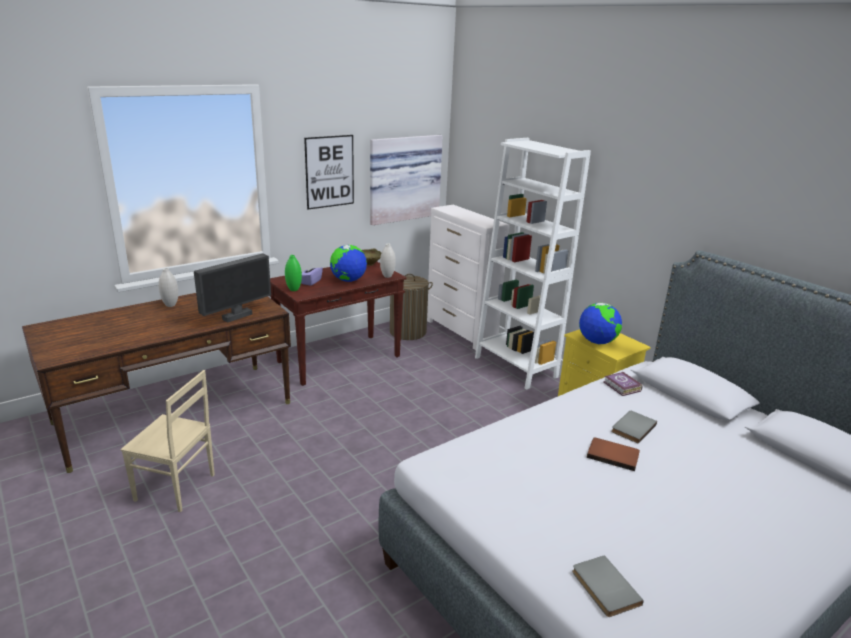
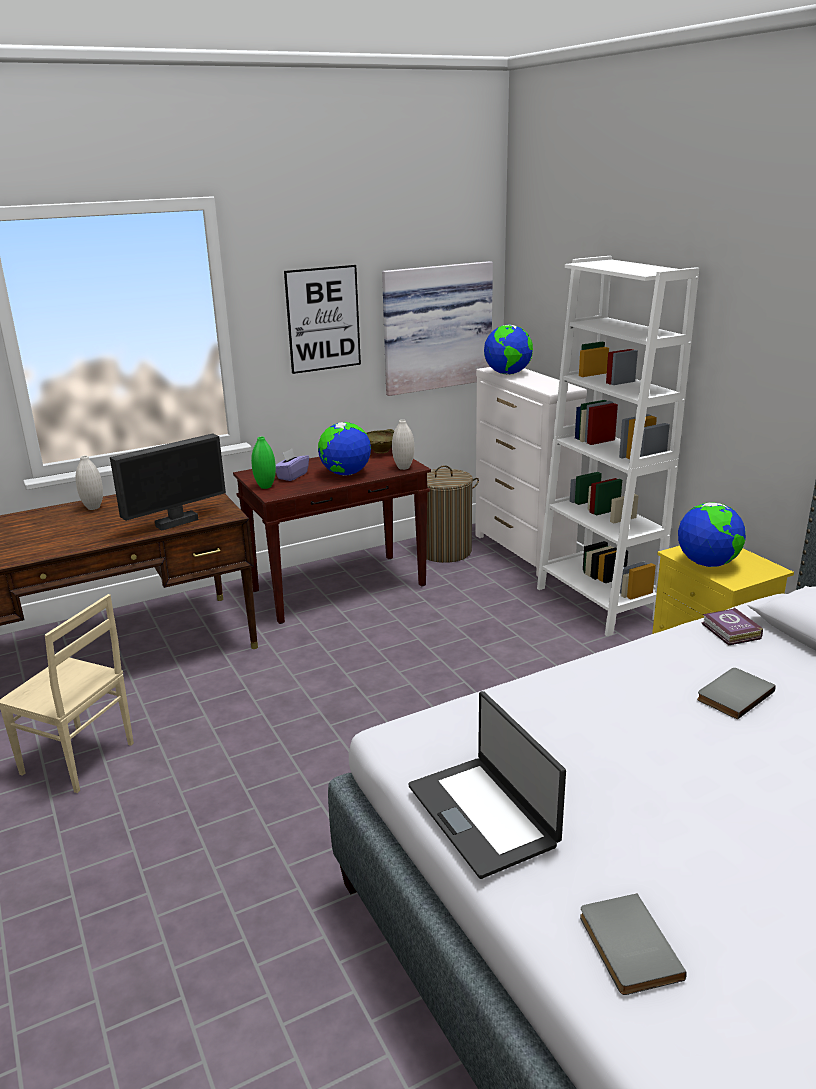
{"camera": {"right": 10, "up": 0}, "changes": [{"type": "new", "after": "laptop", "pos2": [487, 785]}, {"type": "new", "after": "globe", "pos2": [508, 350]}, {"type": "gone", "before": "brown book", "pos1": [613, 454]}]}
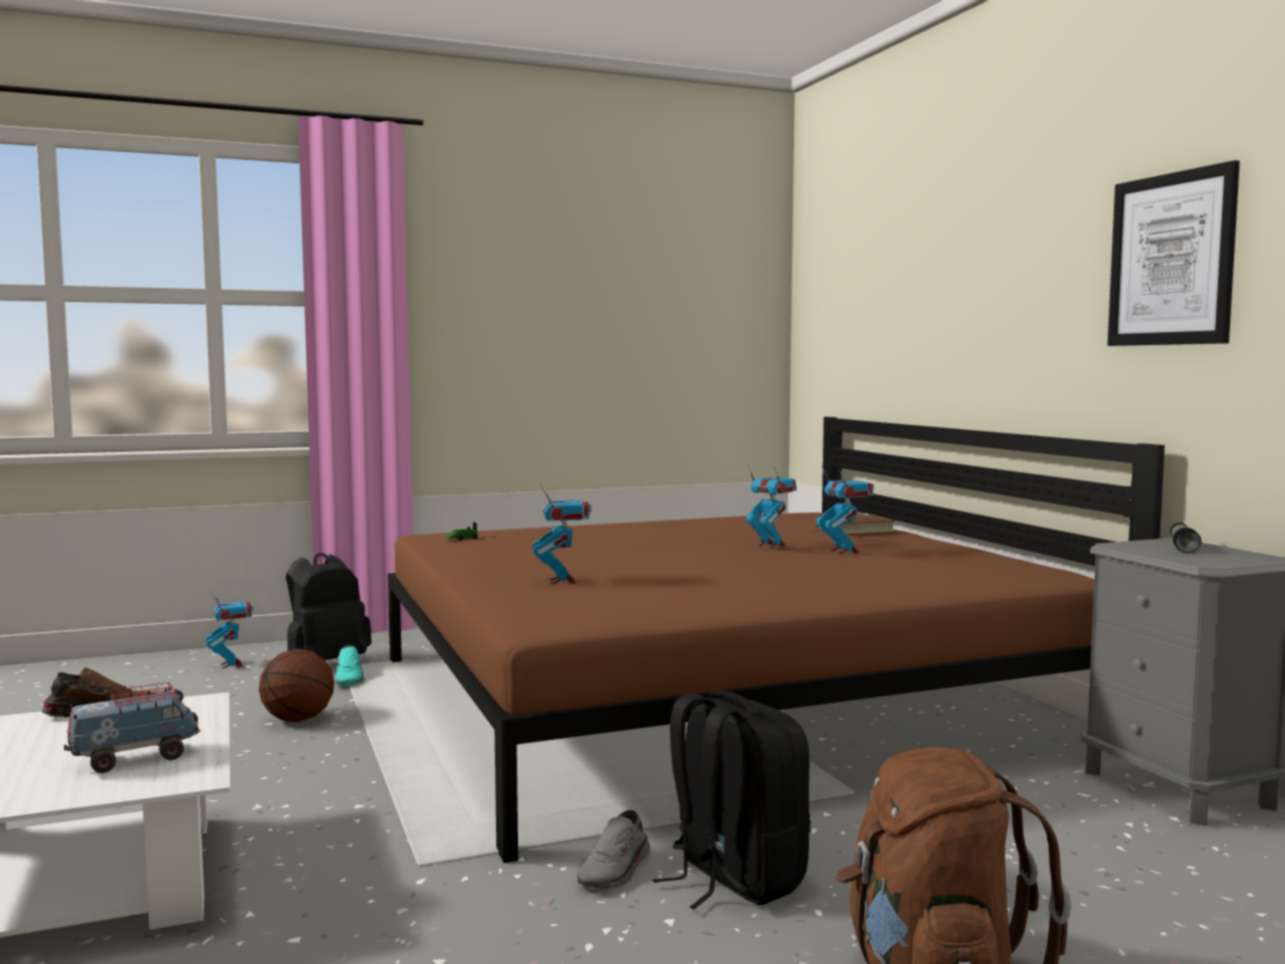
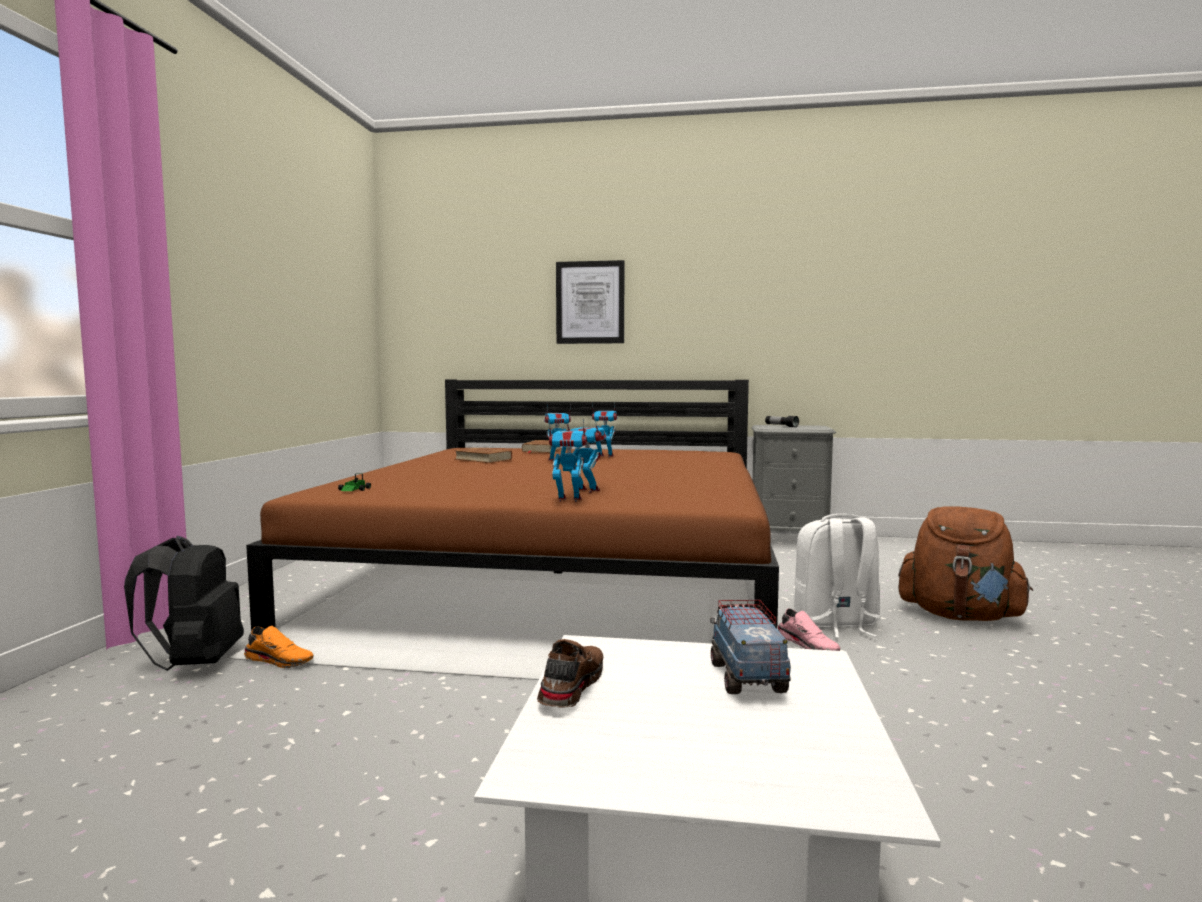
{"camera": {"right": -60, "up": 0}, "changes": [{"type": "repainted", "before": "turquoise shoe", "after": "orange shoe", "pos1": [350, 665], "pos2": [278, 647]}, {"type": "new", "after": "brown book", "pos2": [483, 455]}, {"type": "shifted", "before": "toy robot", "pos1": [230, 629], "pos2": [568, 460]}, {"type": "shifted", "before": "picture", "pos1": [1174, 253], "pos2": [590, 302]}, {"type": "repainted", "before": "grey shoe", "after": "pink shoe", "pos1": [613, 849], "pos2": [809, 630]}, {"type": "repainted", "before": "black backpack", "after": "white backpack", "pos1": [731, 800], "pos2": [837, 576]}, {"type": "gone", "before": "basketball", "pos1": [296, 685]}]}
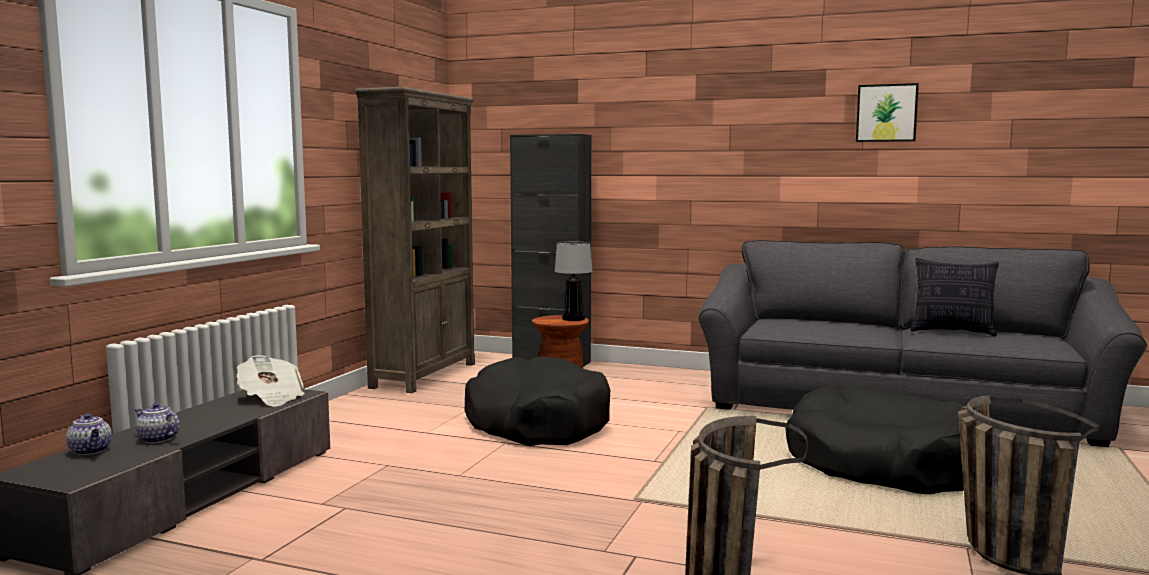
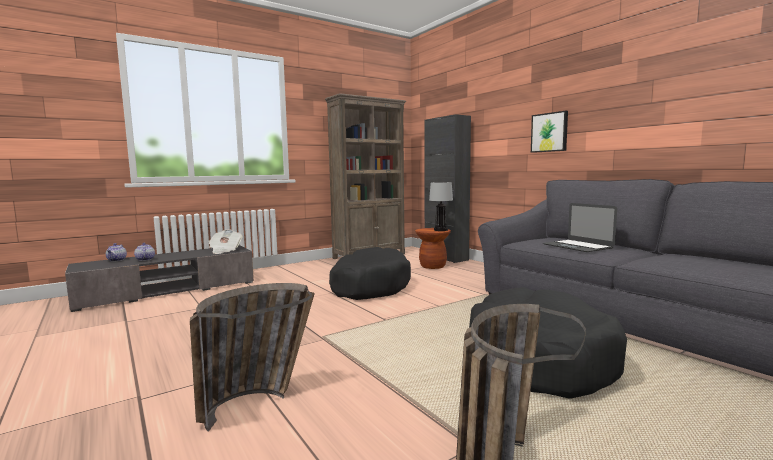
{"camera": {"right": 35, "up": 0}, "changes": [{"type": "shifted", "before": "picture", "pos1": [887, 112], "pos2": [549, 132]}, {"type": "new", "after": "laptop", "pos2": [580, 227]}, {"type": "gone", "before": "pillow", "pos1": [955, 297]}]}
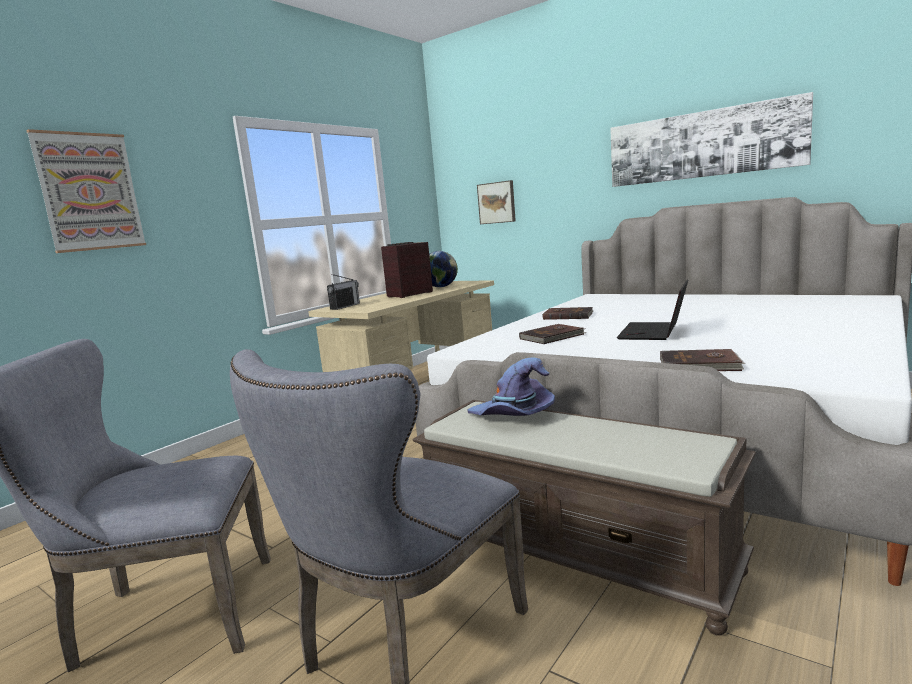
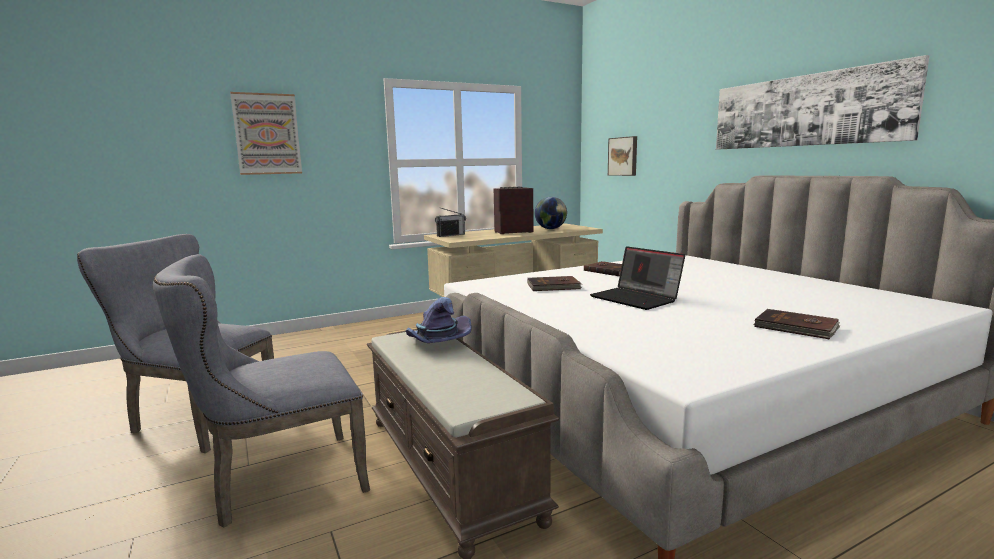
{"camera": {"right": 25, "up": 0}, "changes": [{"type": "rotated", "before": "laptop", "pos1": [652, 310], "pos2": [637, 278], "turn": -90}, {"type": "shifted", "before": "brown book", "pos1": [702, 360], "pos2": [796, 324]}]}
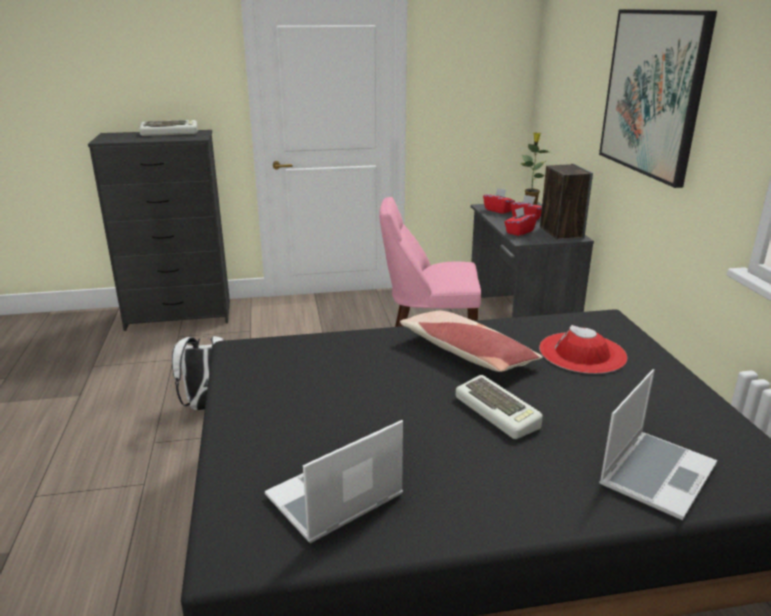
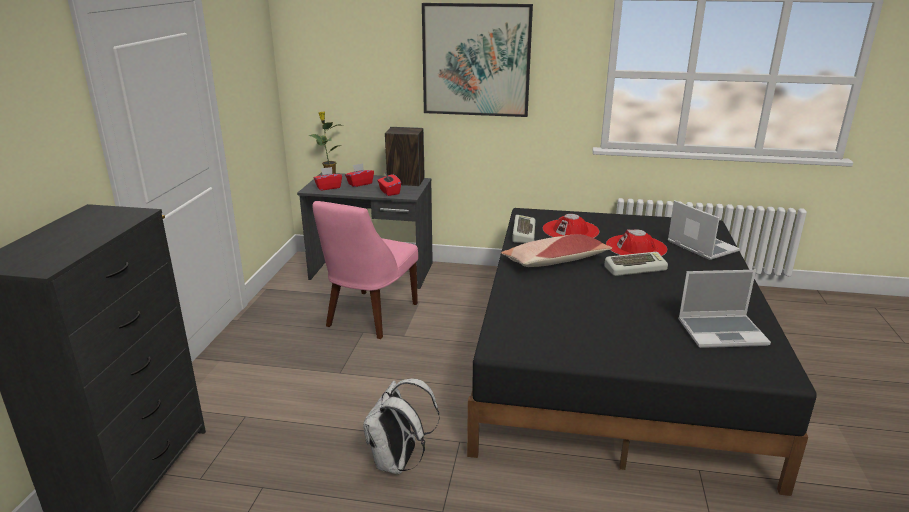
{"camera": {"right": -70, "up": 0}, "changes": [{"type": "shifted", "before": "keyboard", "pos1": [168, 128], "pos2": [523, 229]}, {"type": "new", "after": "red hat", "pos2": [636, 242]}, {"type": "rotated", "before": "laptop", "pos1": [334, 481], "pos2": [724, 309], "turn": -75}]}
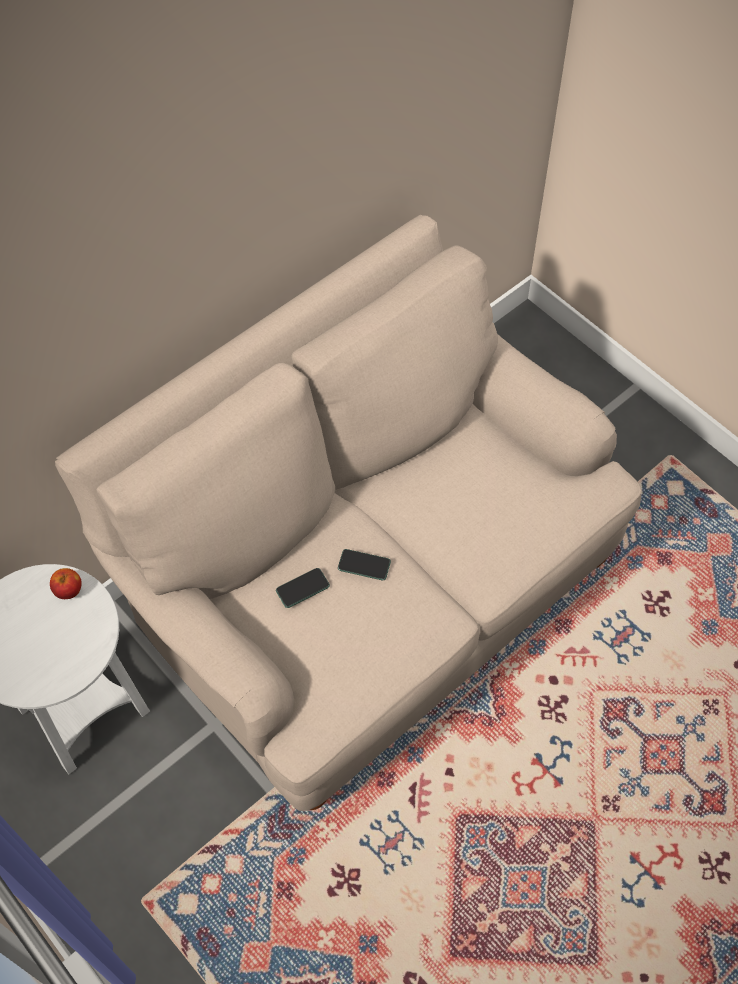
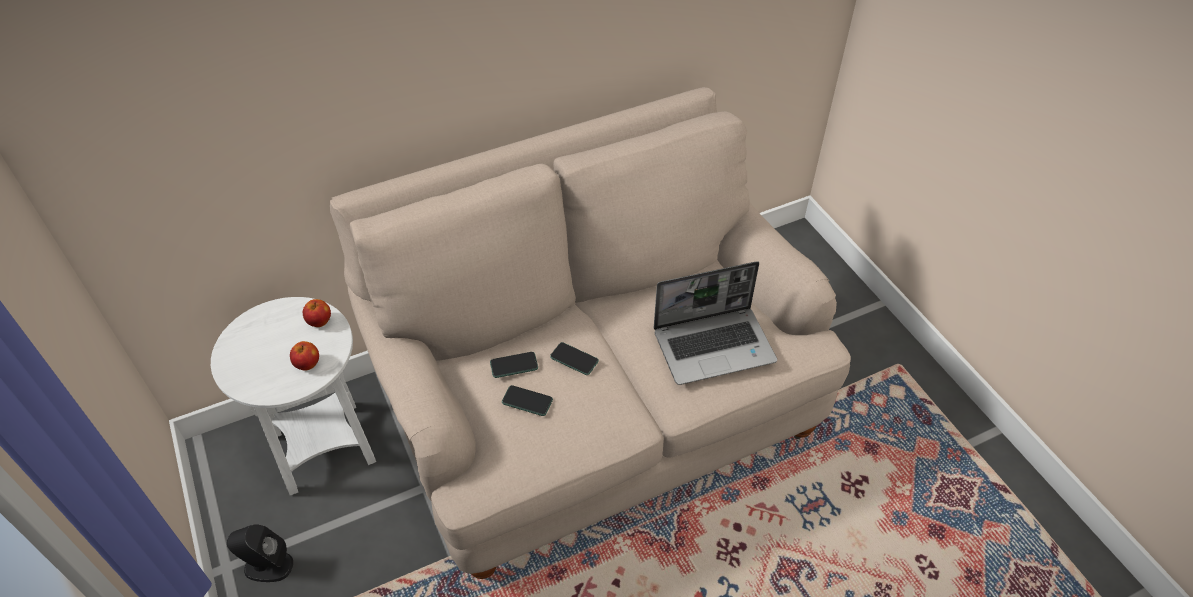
{"camera": {"right": 15, "up": -10}, "changes": [{"type": "new", "after": "black speaker", "pos2": [260, 553]}, {"type": "new", "after": "apple", "pos2": [304, 356]}, {"type": "new", "after": "phone", "pos2": [527, 400]}, {"type": "new", "after": "laptop", "pos2": [715, 323]}]}
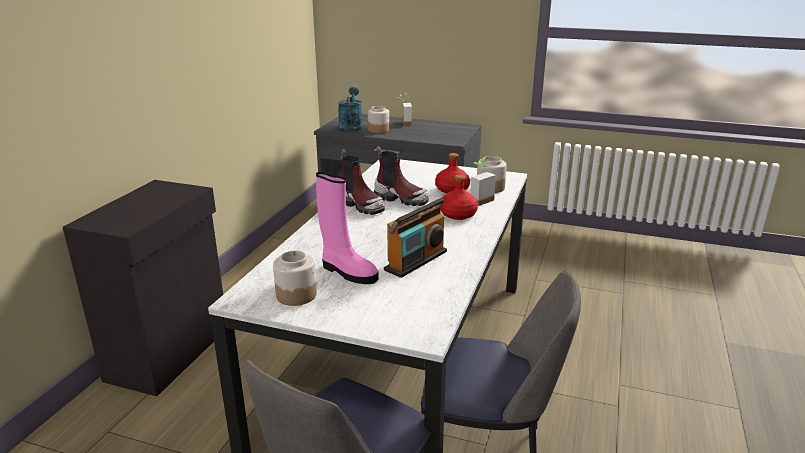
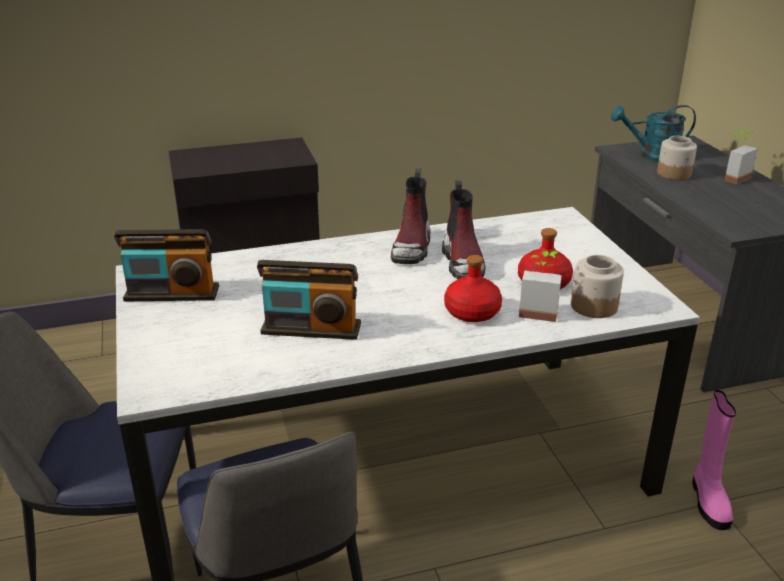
{"camera": {"right": 55, "up": 5}, "changes": [{"type": "swapped", "before": "jar", "after": "radio", "pos1": [295, 278], "pos2": [166, 265]}, {"type": "rotated", "before": "turquoise watering can", "pos1": [350, 109], "pos2": [653, 133], "turn": -150}, {"type": "shifted", "before": "pink boot", "pos1": [347, 228], "pos2": [714, 460]}]}
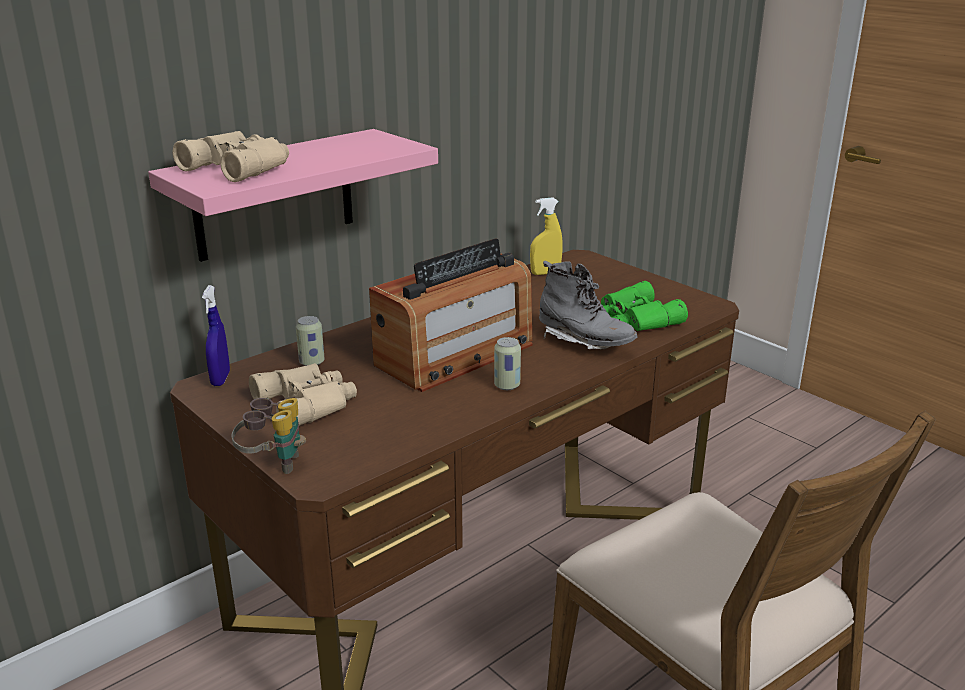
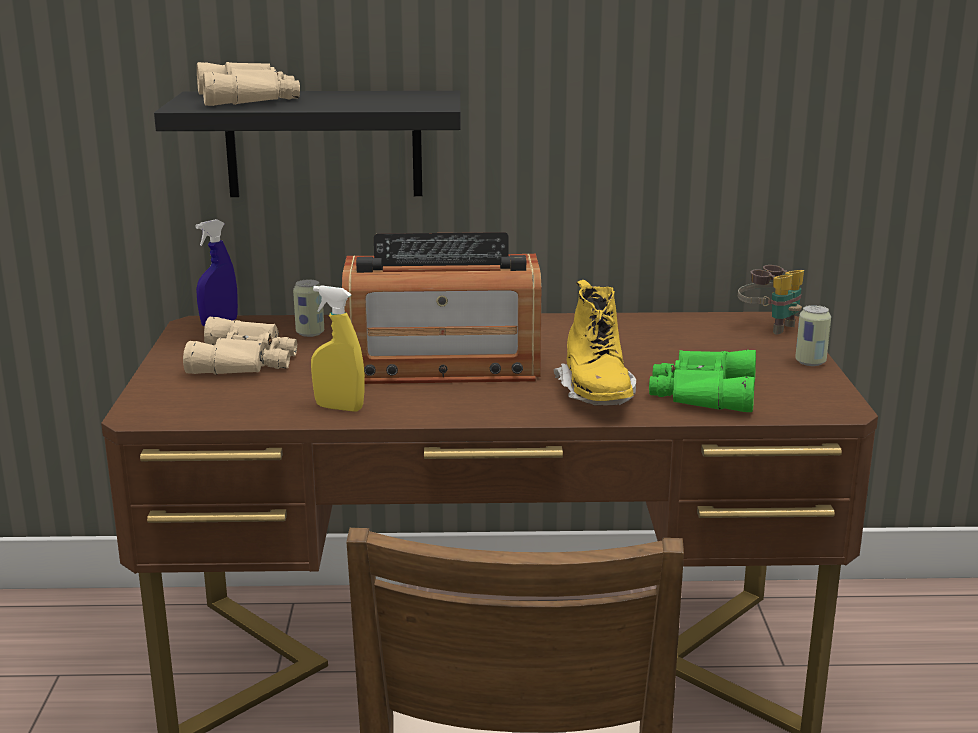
{"camera": {"right": 40, "up": -5}, "changes": [{"type": "repainted", "before": "pink shelf", "after": "black shelf", "pos1": [293, 195], "pos2": [307, 144]}, {"type": "shifted", "before": "yellow spray bottle", "pos1": [546, 236], "pos2": [338, 348]}, {"type": "repainted", "before": "grey boot", "after": "yellow boot", "pos1": [588, 305], "pos2": [595, 342]}, {"type": "shifted", "before": "binoculars", "pos1": [268, 436], "pos2": [771, 300]}, {"type": "shifted", "before": "can", "pos1": [507, 363], "pos2": [813, 335]}]}
